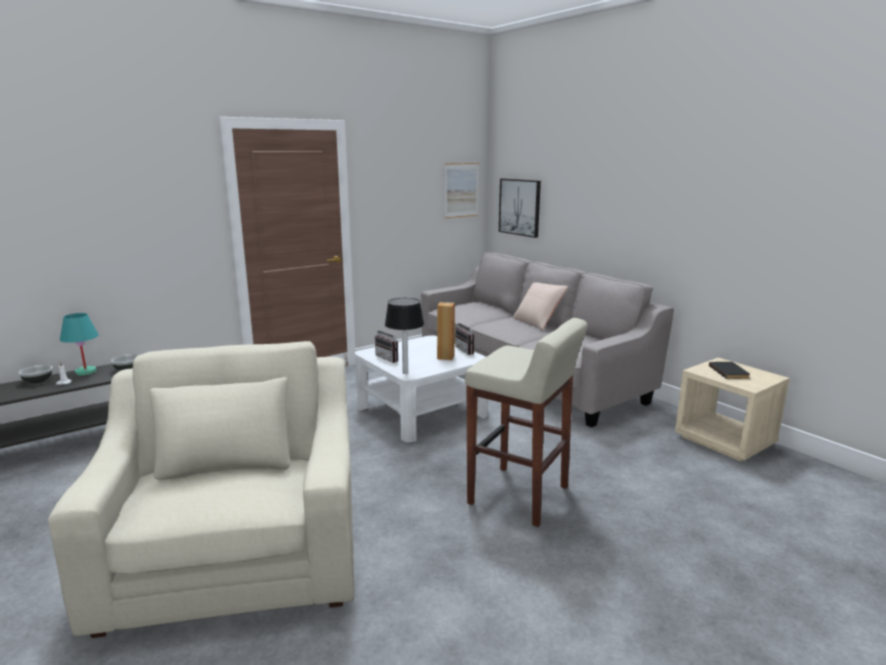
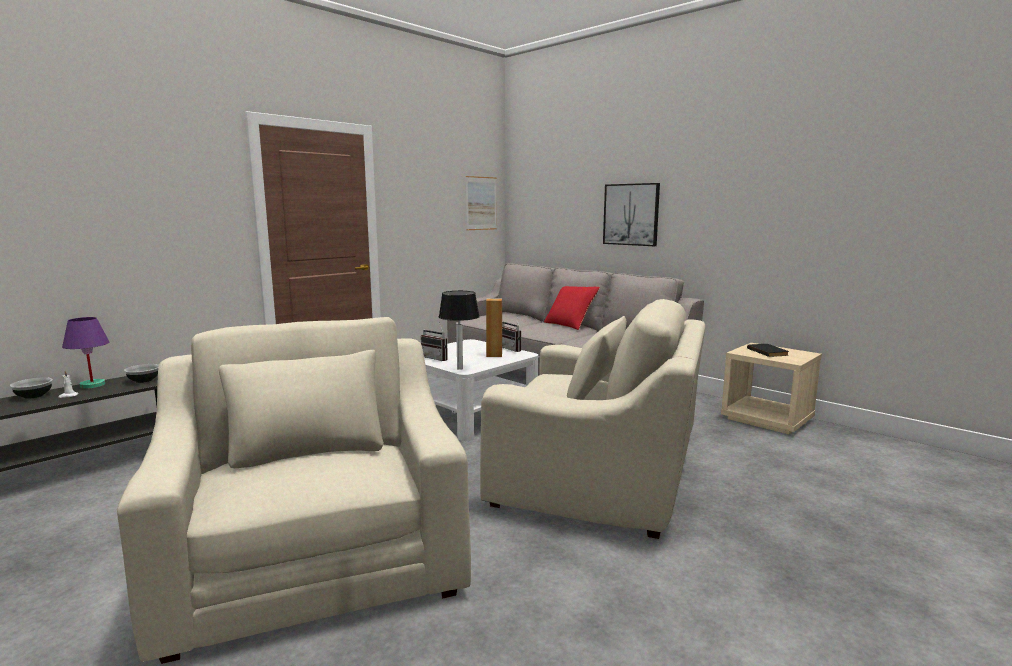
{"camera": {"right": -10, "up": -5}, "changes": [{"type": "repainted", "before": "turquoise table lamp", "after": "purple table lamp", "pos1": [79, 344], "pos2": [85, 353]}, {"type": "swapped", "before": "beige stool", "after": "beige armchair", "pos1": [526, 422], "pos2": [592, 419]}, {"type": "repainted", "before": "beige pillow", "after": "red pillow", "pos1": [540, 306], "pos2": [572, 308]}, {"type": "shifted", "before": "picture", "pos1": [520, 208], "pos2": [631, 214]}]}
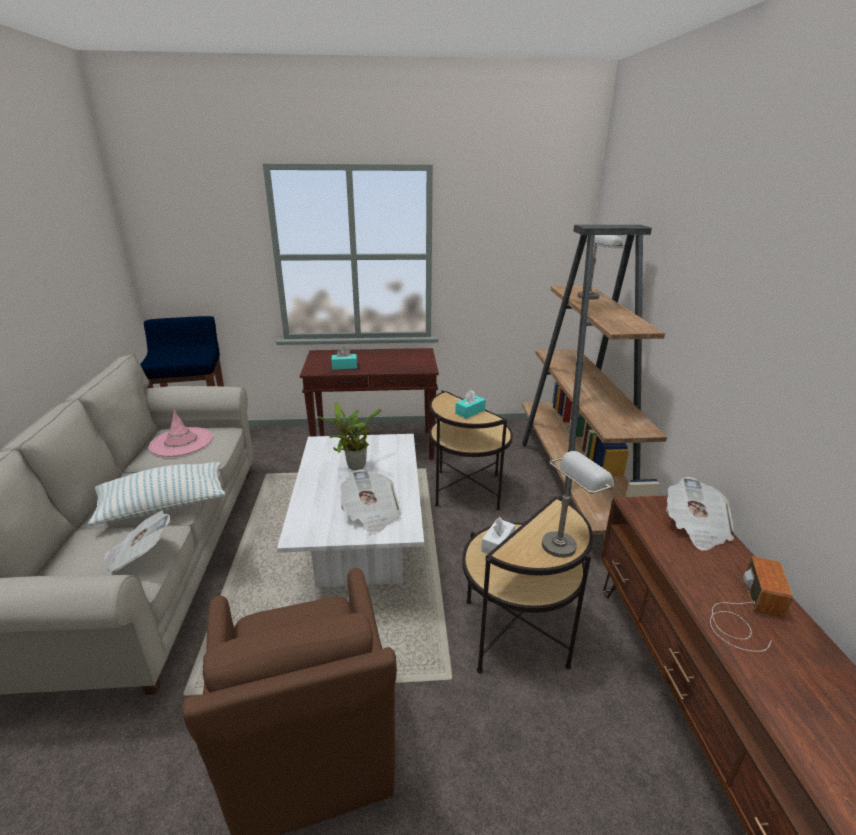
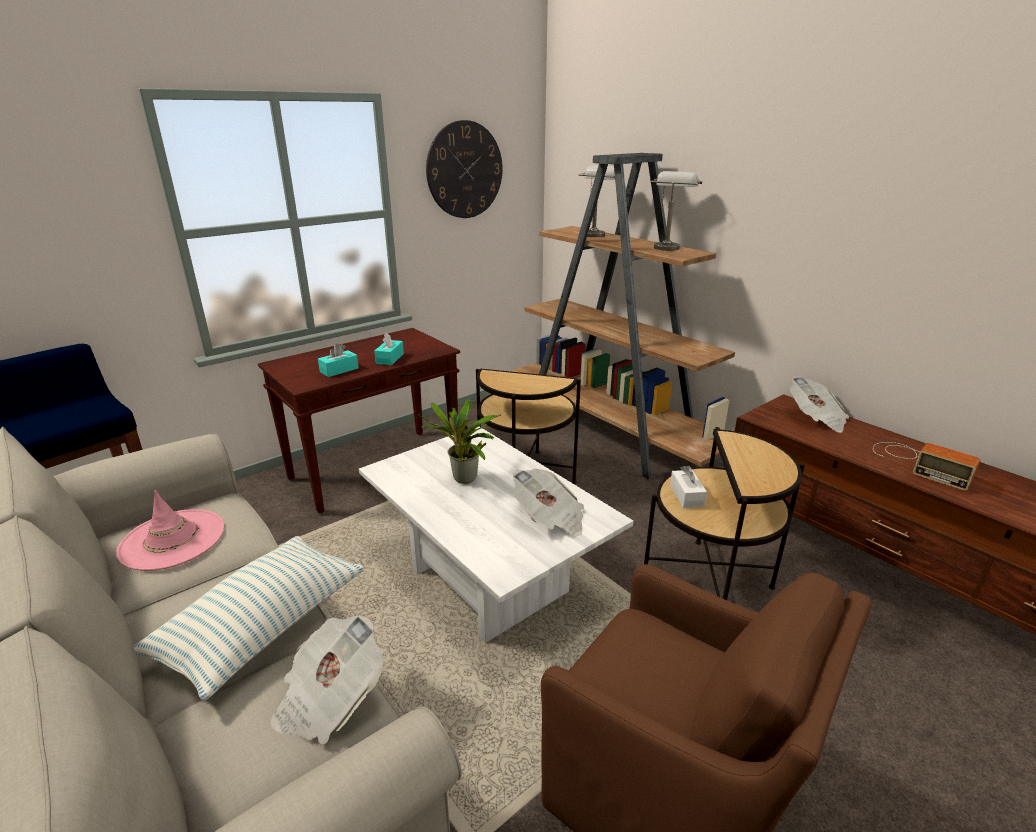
{"camera": {"right": -35, "up": 0}, "changes": [{"type": "shifted", "before": "turquoise tissue box", "pos1": [470, 404], "pos2": [389, 348]}, {"type": "new", "after": "wall clock", "pos2": [464, 169]}, {"type": "shifted", "before": "grey table lamp", "pos1": [578, 504], "pos2": [676, 211]}, {"type": "rotated", "before": "radio", "pos1": [751, 604], "pos2": [927, 466], "turn": 150}]}
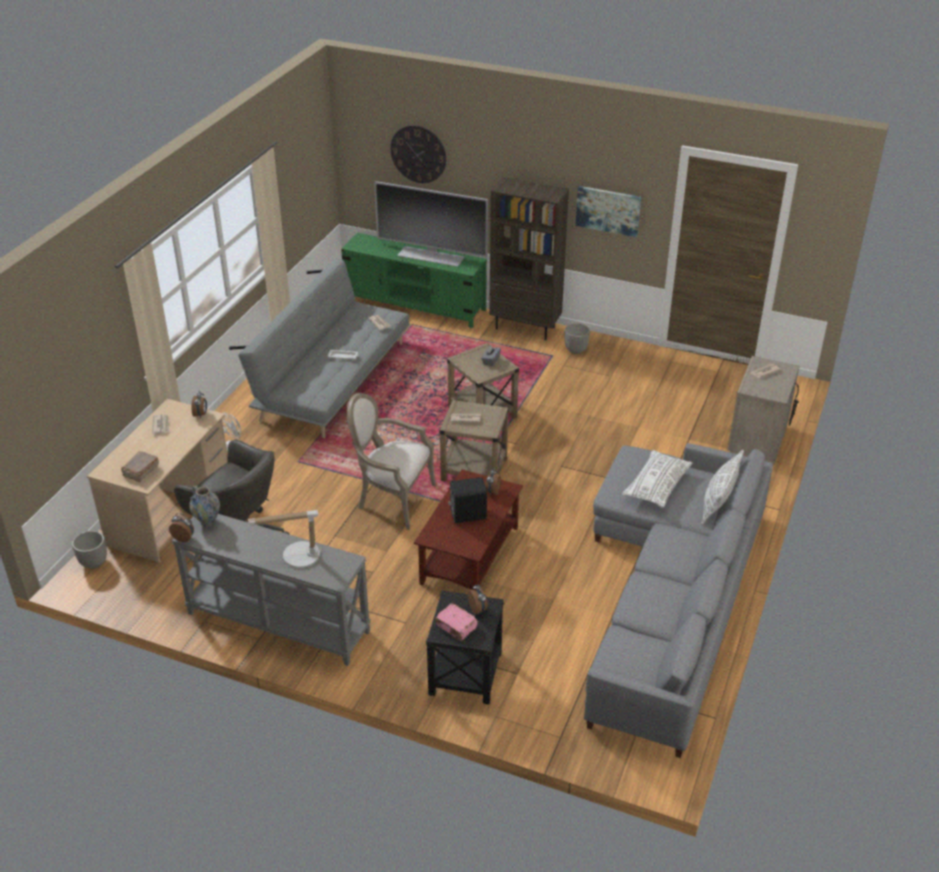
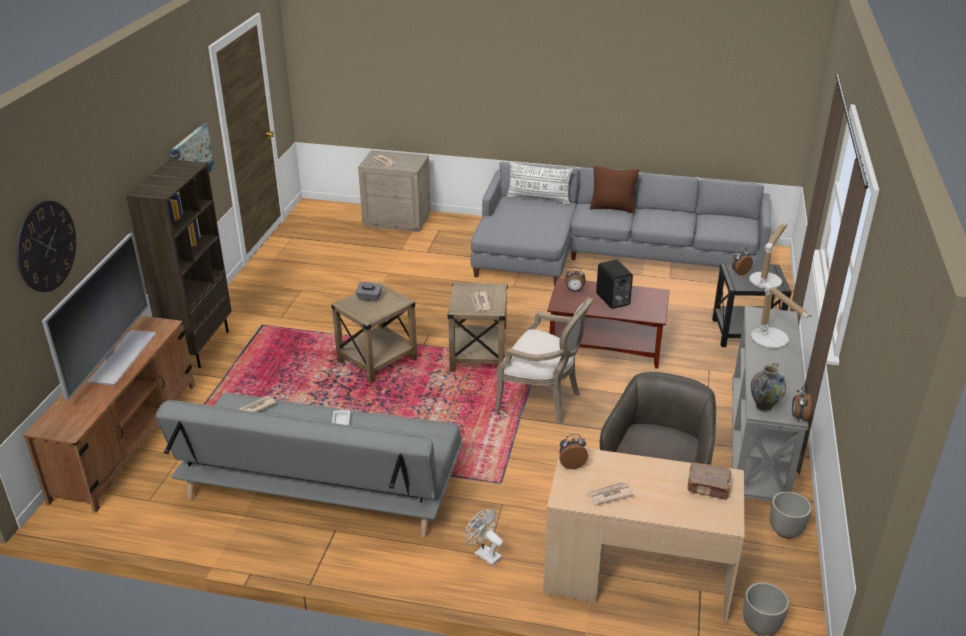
{"camera": {"right": -100, "up": -5}, "changes": [{"type": "repainted", "before": "green tv stand", "after": "brown tv stand", "pos1": [414, 280], "pos2": [109, 414]}, {"type": "rotated", "before": "armchair", "pos1": [391, 461], "pos2": [544, 360], "turn": -75}, {"type": "new", "after": "brown pillow", "pos2": [614, 189]}, {"type": "swapped", "before": "pink book", "after": "table lamp", "pos1": [456, 622], "pos2": [768, 255]}, {"type": "shifted", "before": "planter", "pos1": [577, 338], "pos2": [791, 515]}, {"type": "gone", "before": "white pillow", "pos1": [657, 479]}]}
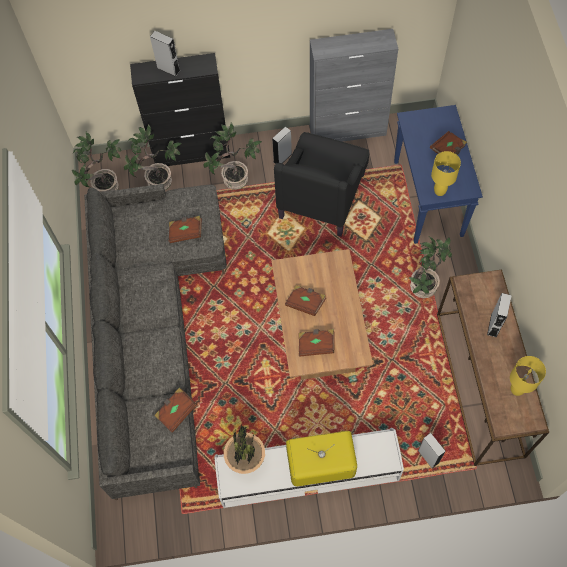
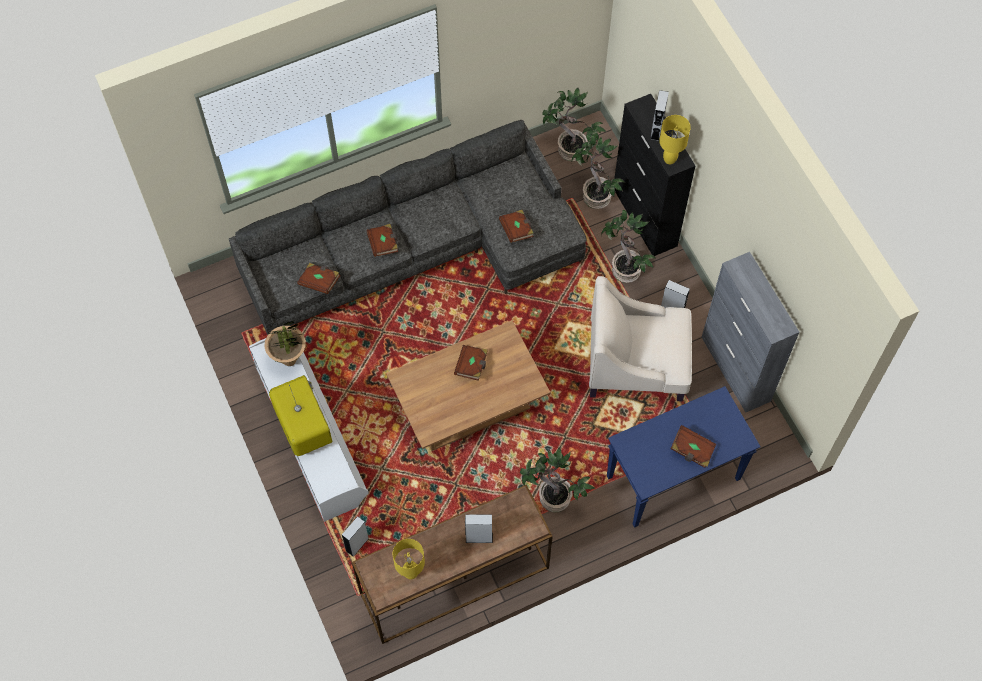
{"camera": {"right": 70, "up": 0}, "changes": [{"type": "shifted", "before": "brown book", "pos1": [317, 342], "pos2": [382, 240]}, {"type": "repainted", "before": "black armchair", "after": "beige armchair", "pos1": [321, 184], "pos2": [640, 338]}, {"type": "shifted", "before": "yellow table lamp", "pos1": [446, 173], "pos2": [675, 139]}]}
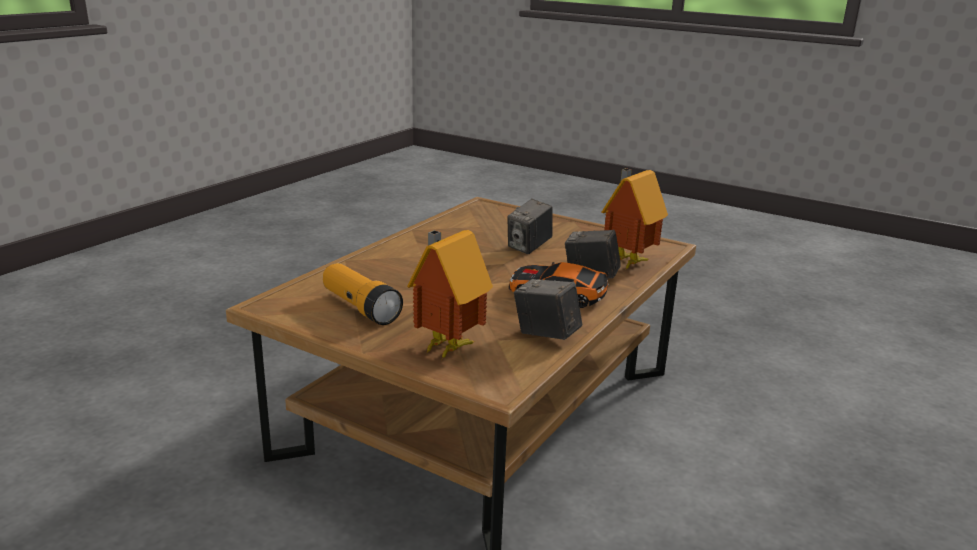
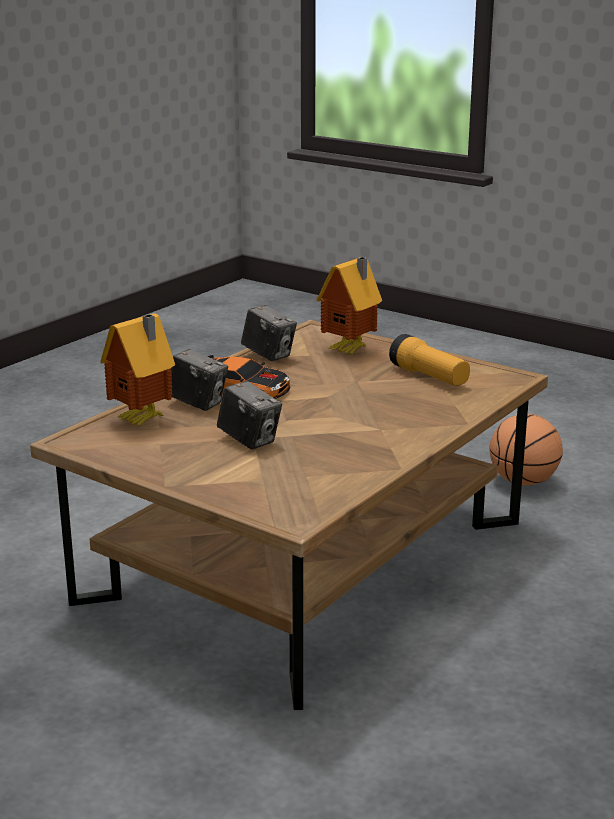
{"camera": {"right": -175, "up": 0}, "changes": [{"type": "rotated", "before": "photo camera", "pos1": [530, 226], "pos2": [249, 415], "turn": 90}, {"type": "new", "after": "basketball", "pos2": [526, 449]}]}
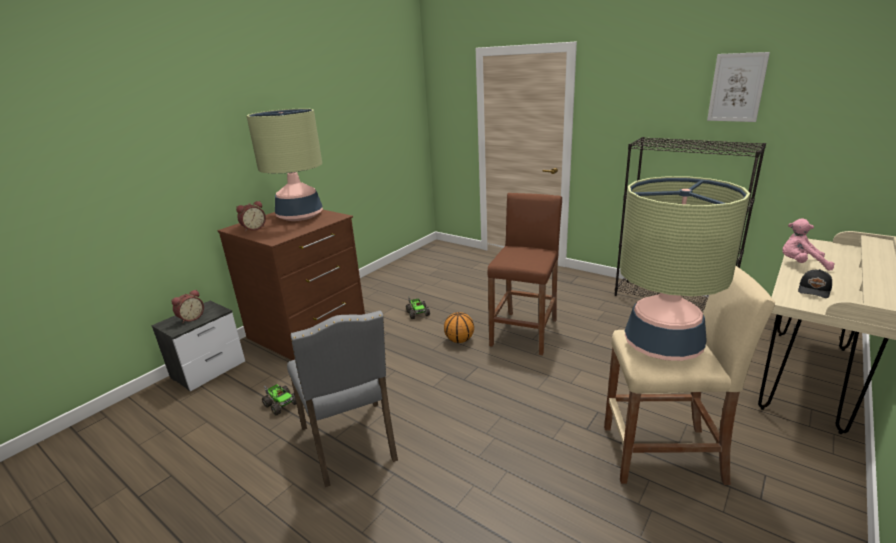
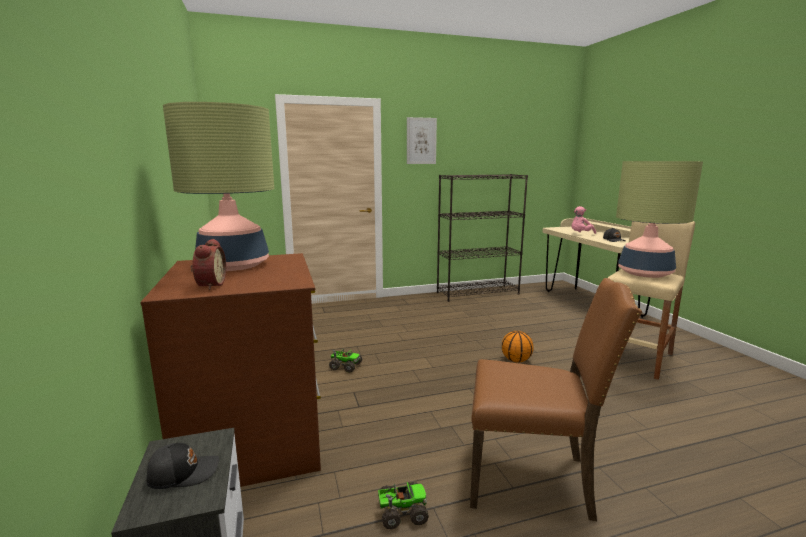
{"camera": {"right": -55, "up": -10}, "changes": [{"type": "swapped", "before": "alarm clock", "after": "black cap", "pos1": [187, 306], "pos2": [182, 466]}, {"type": "shifted", "before": "picture", "pos1": [738, 87], "pos2": [422, 140]}, {"type": "repainted", "before": "grey chair", "after": "brown chair", "pos1": [342, 398], "pos2": [556, 399]}, {"type": "shifted", "before": "basketball", "pos1": [459, 327], "pos2": [518, 347]}, {"type": "gone", "before": "brown stool", "pos1": [524, 274]}]}
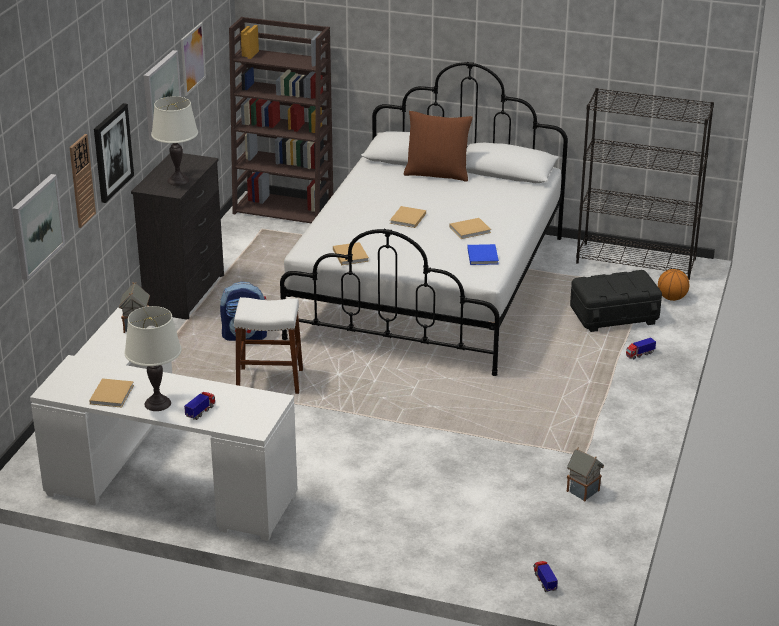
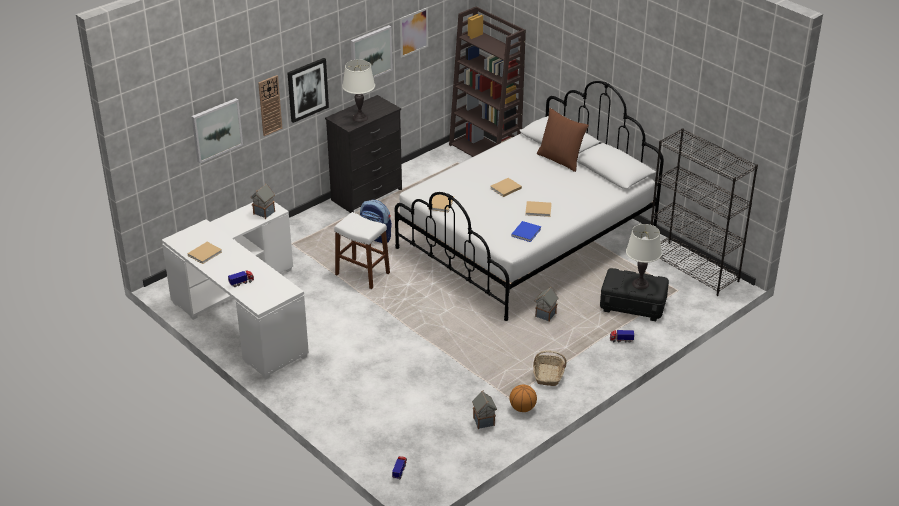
{"camera": {"right": 30, "up": 5}, "changes": [{"type": "shifted", "before": "basketball", "pos1": [673, 285], "pos2": [523, 398]}, {"type": "new", "after": "basket", "pos2": [550, 368]}, {"type": "new", "after": "toy house", "pos2": [547, 304]}, {"type": "shifted", "before": "white table lamp", "pos1": [153, 358], "pos2": [644, 256]}]}
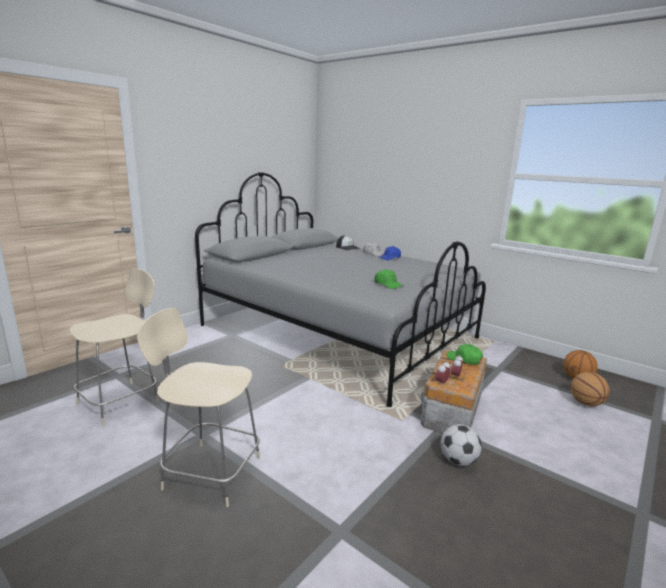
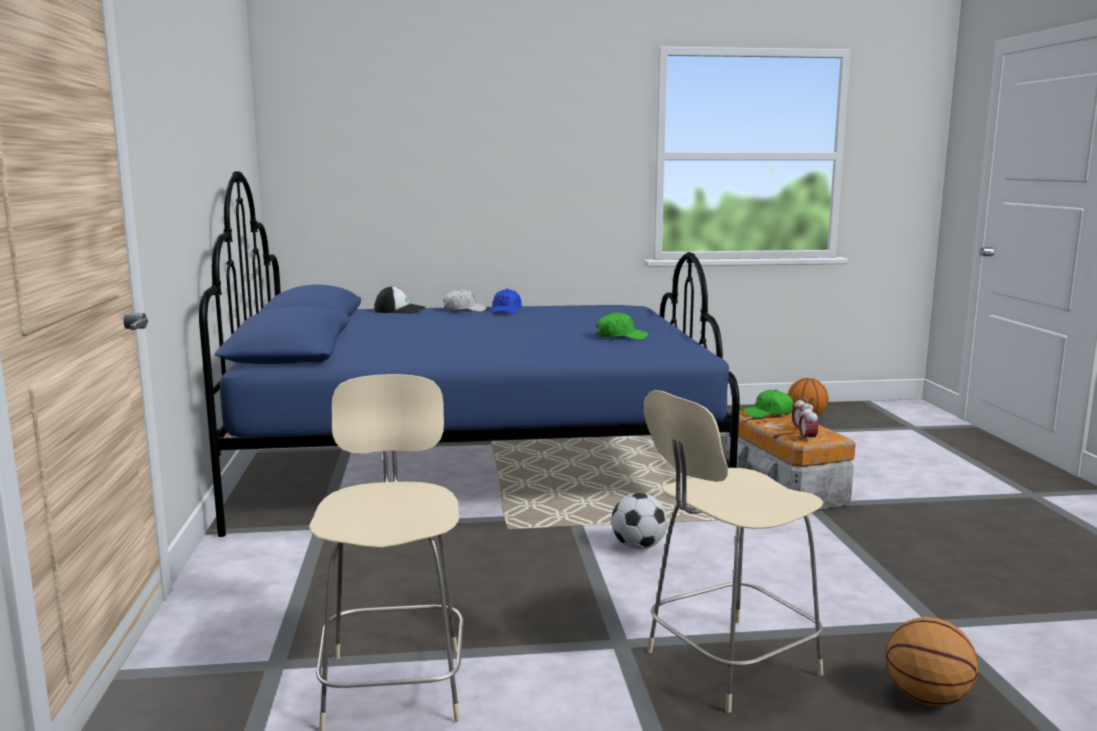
{"camera": {"right": -45, "up": -5}, "changes": [{"type": "repainted", "before": "grey bed", "after": "blue bed", "pos1": [340, 289], "pos2": [469, 354]}, {"type": "shifted", "before": "football", "pos1": [461, 445], "pos2": [639, 521]}, {"type": "shifted", "before": "basketball", "pos1": [590, 389], "pos2": [932, 661]}]}
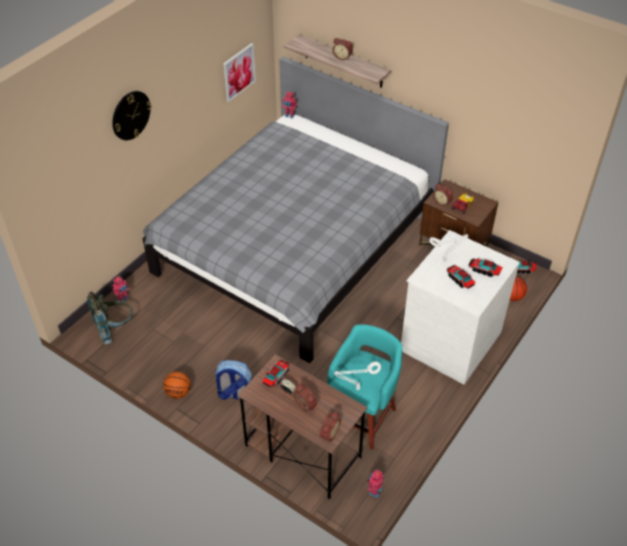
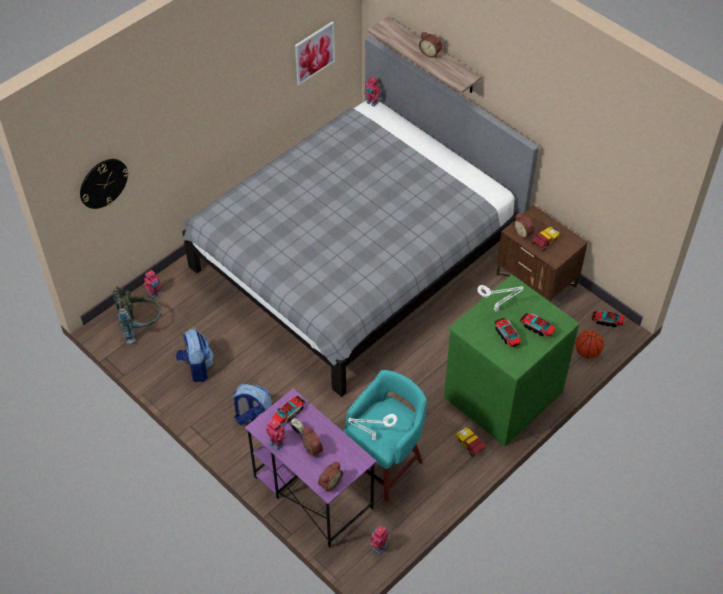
{"camera": {"right": 10, "up": 5}, "changes": [{"type": "shifted", "before": "wall clock", "pos1": [131, 115], "pos2": [104, 184]}, {"type": "new", "after": "backpack", "pos2": [195, 355]}, {"type": "repainted", "before": "brown desk", "after": "purple desk", "pos1": [302, 426], "pos2": [311, 468]}, {"type": "new", "after": "toy robot", "pos2": [276, 434]}, {"type": "repainted", "before": "white dresser", "after": "green dresser", "pos1": [460, 307], "pos2": [512, 360]}, {"type": "new", "after": "toy car", "pos2": [471, 442]}, {"type": "gone", "before": "basketball", "pos1": [177, 385]}]}
